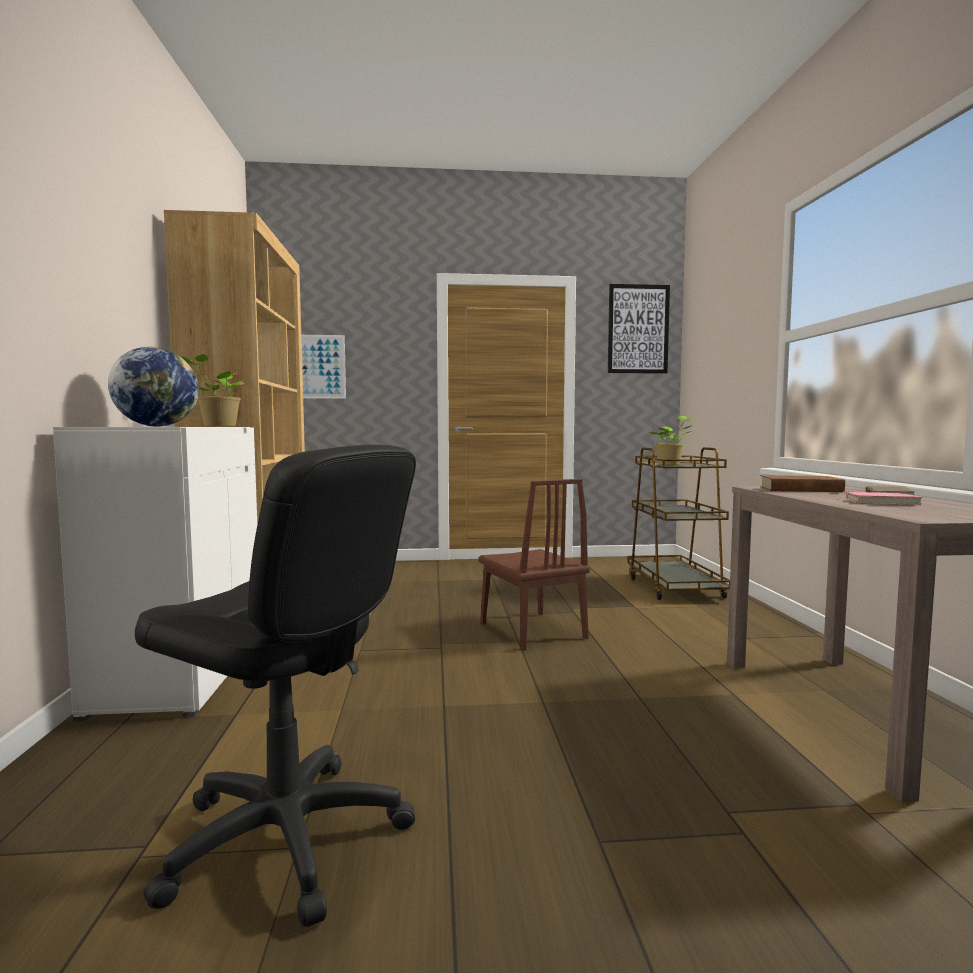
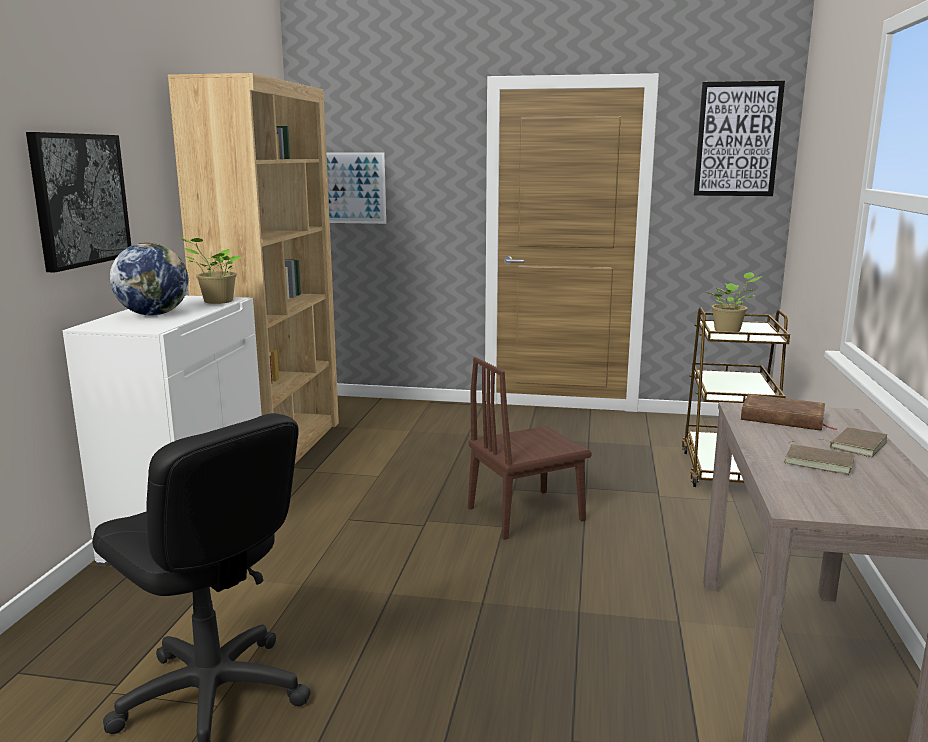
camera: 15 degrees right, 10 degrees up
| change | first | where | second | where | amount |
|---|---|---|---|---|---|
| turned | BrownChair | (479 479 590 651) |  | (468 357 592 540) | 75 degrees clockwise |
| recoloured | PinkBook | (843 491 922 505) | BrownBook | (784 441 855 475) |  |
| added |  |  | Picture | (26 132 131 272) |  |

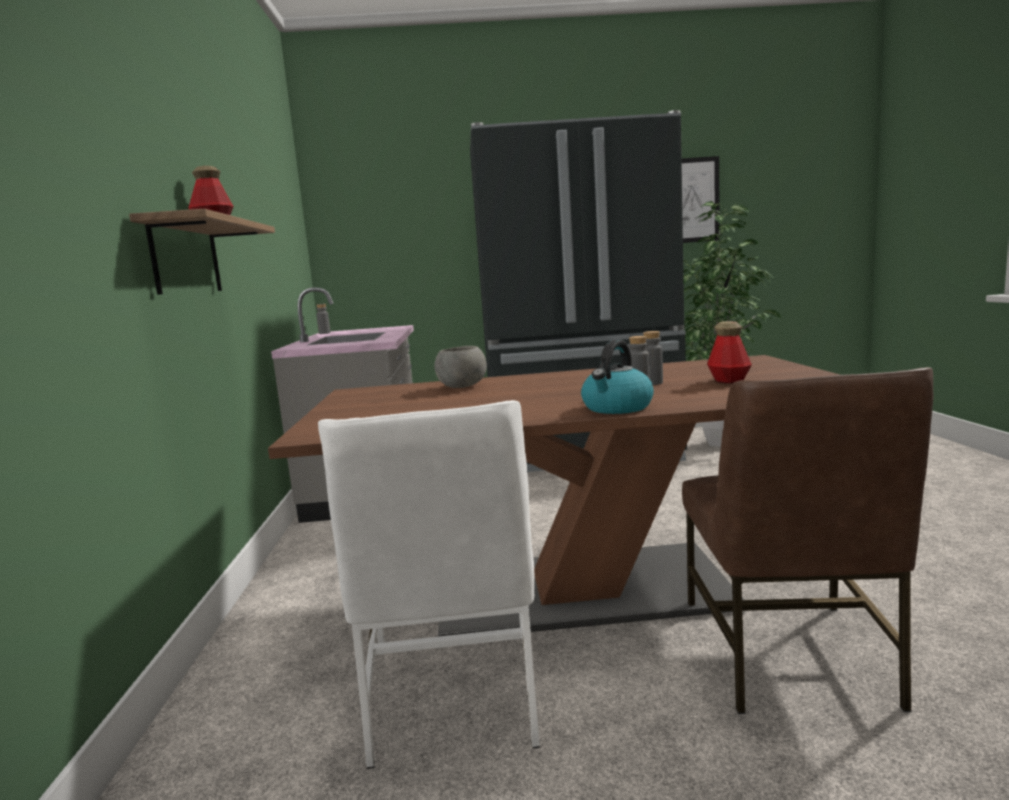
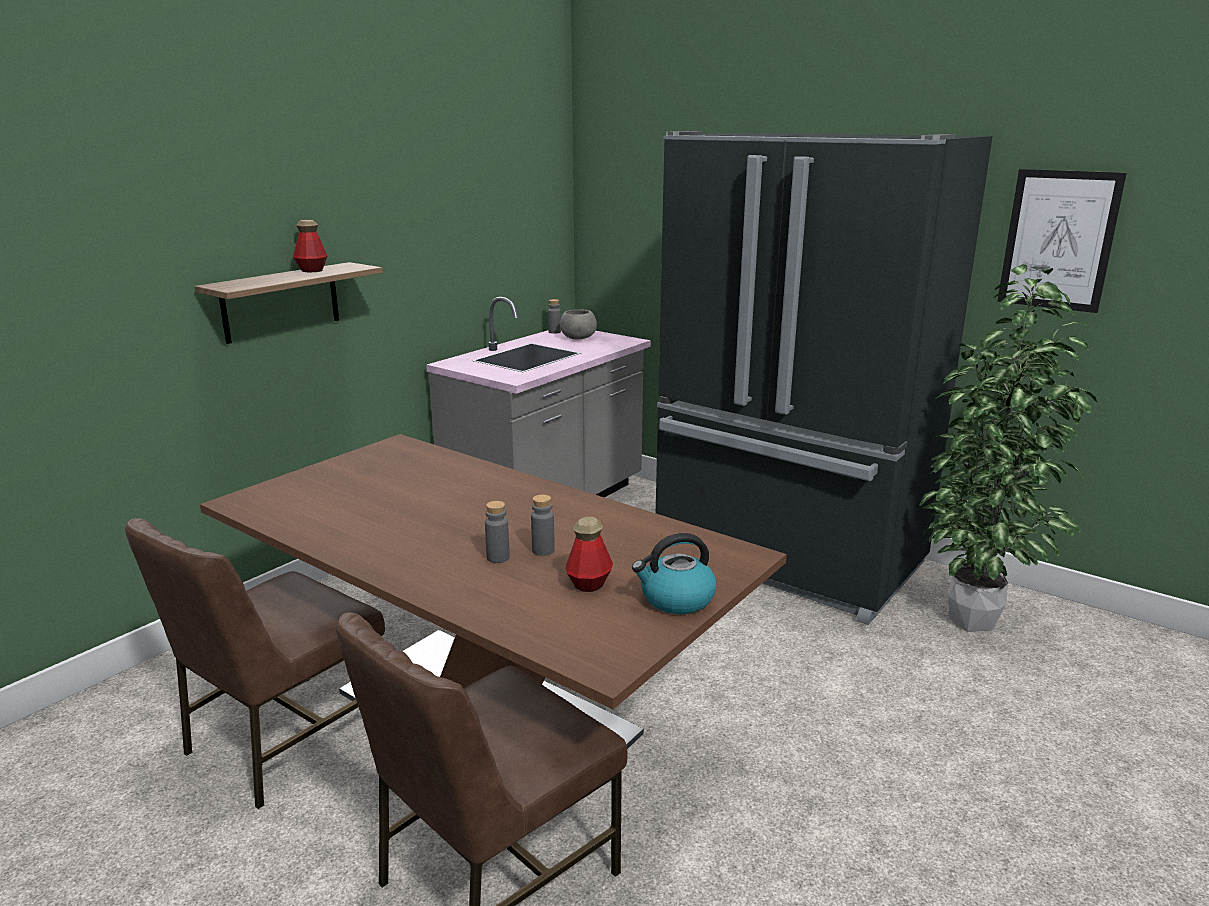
camera: 40 degrees right, 10 degrees up
| change | first | where | second | where | amount |
|---|---|---|---|---|---|
| recoloured | WhiteChair | (318 400 540 769) | BrownChair | (125 518 385 809) |  |
| moved | GreyBowl | (434 346 487 388) |  | (560 310 597 339) |  |
| moved | Kettle | (581 340 654 414) |  | (632 533 716 614) |  |

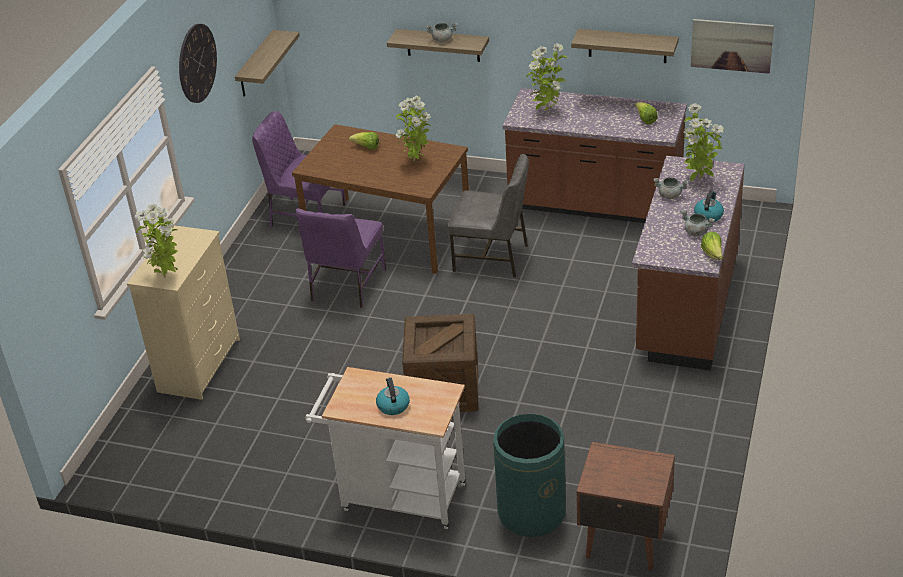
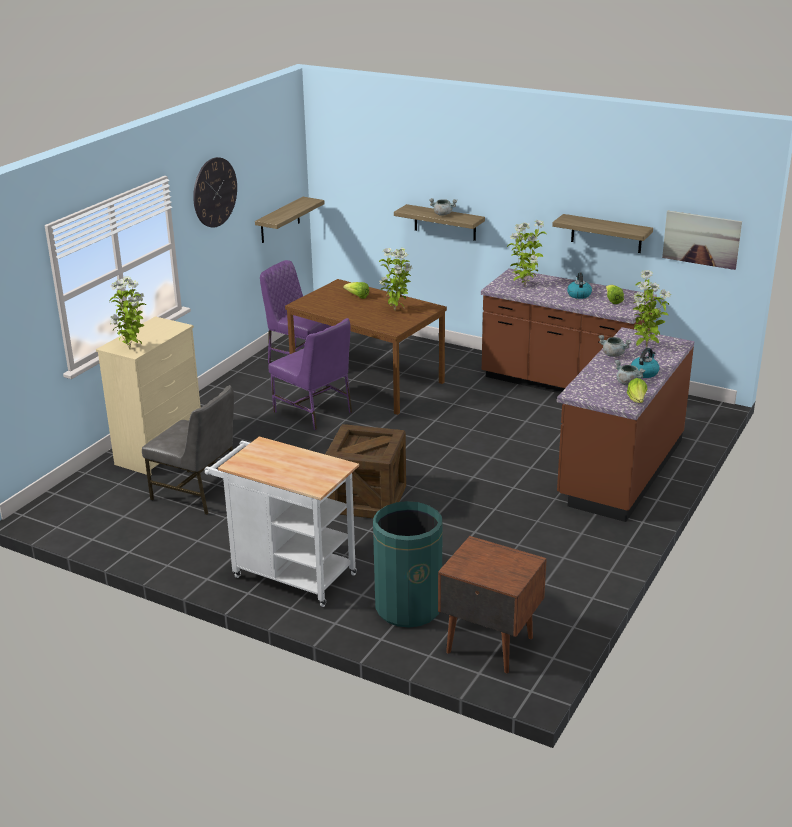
camera: 10 degrees right, 10 degrees down
| change | first | where | second | where | amount |
|---|---|---|---|---|---|
| turned | PurpleChair | (296 209 386 308) |  | (269 318 352 430) | 75 degrees counterclockwise |
| moved | Kettle | (376 378 410 415) |  | (567 272 592 299) |  |
| moved | GreyChair | (447 154 529 277) |  | (142 385 234 515) |  |

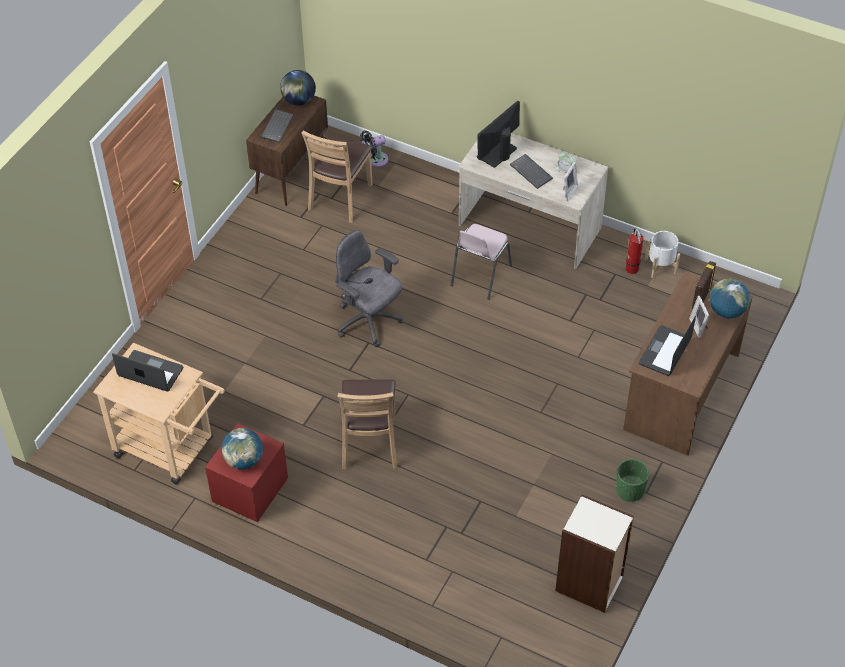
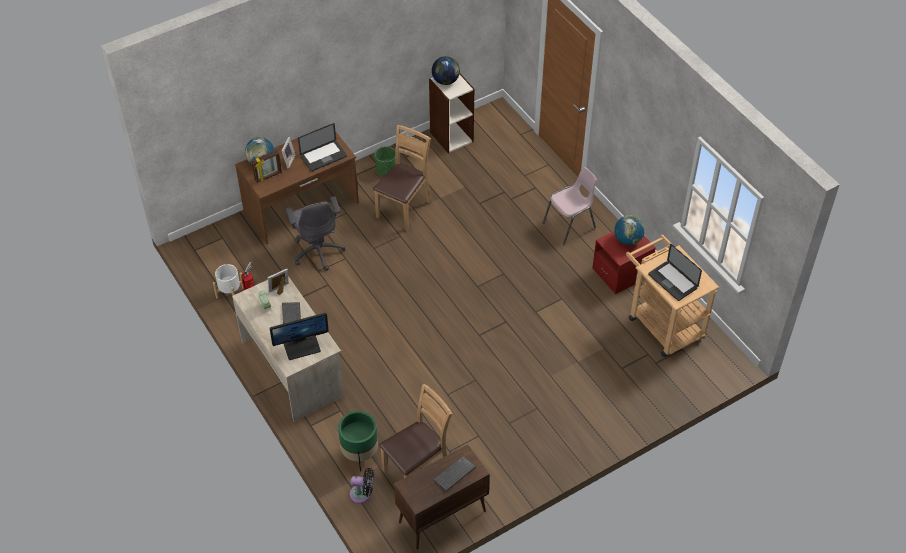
camera: 150 degrees left, 0 degrees up
| change | first | where | second | where | amount |
|---|---|---|---|---|---|
| moved | Globe | (280 70 316 106) |  | (432 56 460 85) |  |
| moved | GreyOfficeChair | (335 230 403 347) |  | (285 196 345 271) |  |
| moved | BrownChair | (337 379 397 470) |  | (373 125 432 230) |  |
| moved | PinkChair | (451 224 512 300) |  | (543 167 597 245) |  |
| added |  |  | GreenPlanter | (338 411 378 471) |  |

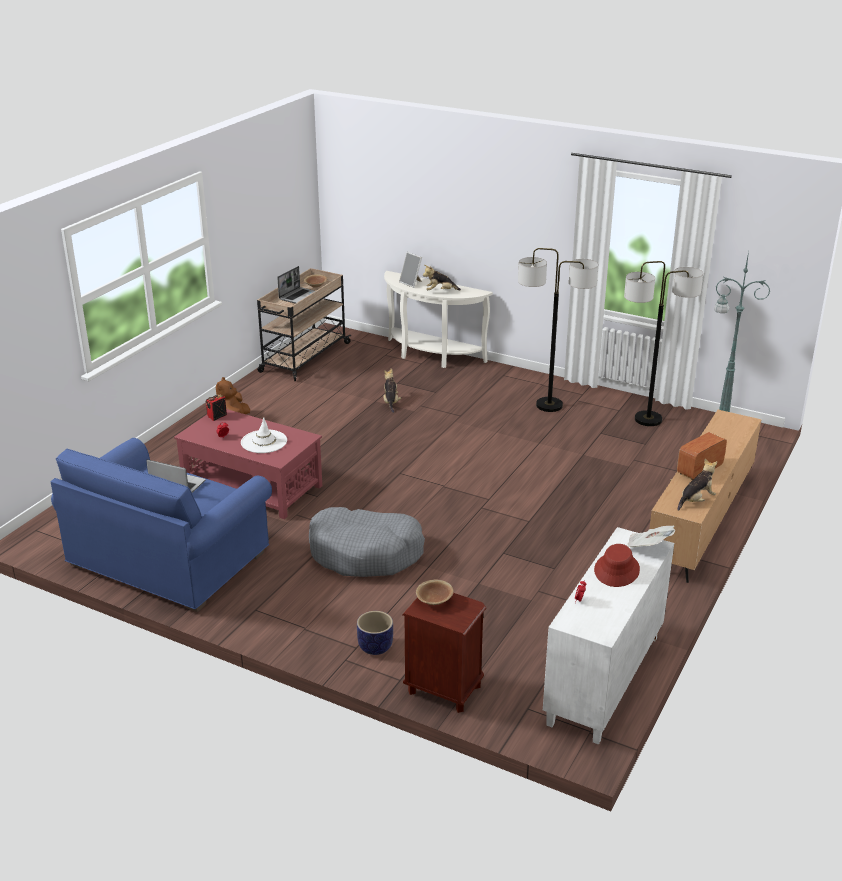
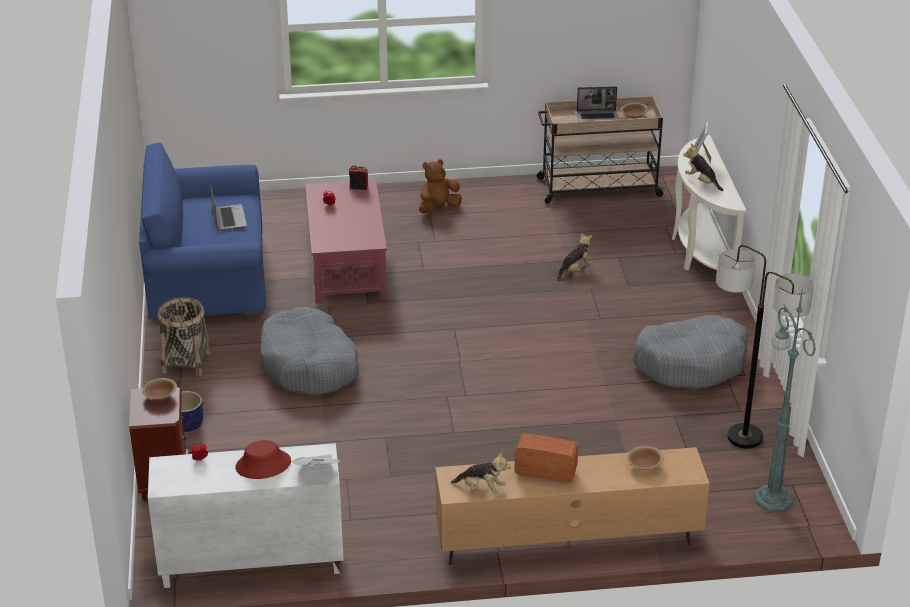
camera: 55 degrees right, 5 degrees up
| change | first | where | second | where | amount |
|---|---|---|---|---|---|
| removed | WhiteHat | (241 417 287 453) |  |  |  |
| replaced | FloorLamp | (518 248 598 412) | GreyDogBed | (633 315 748 389) |  |
| added |  |  | Basket | (158 297 211 376) |  |
| added |  |  | BrownBowl | (627 446 664 470) |  |

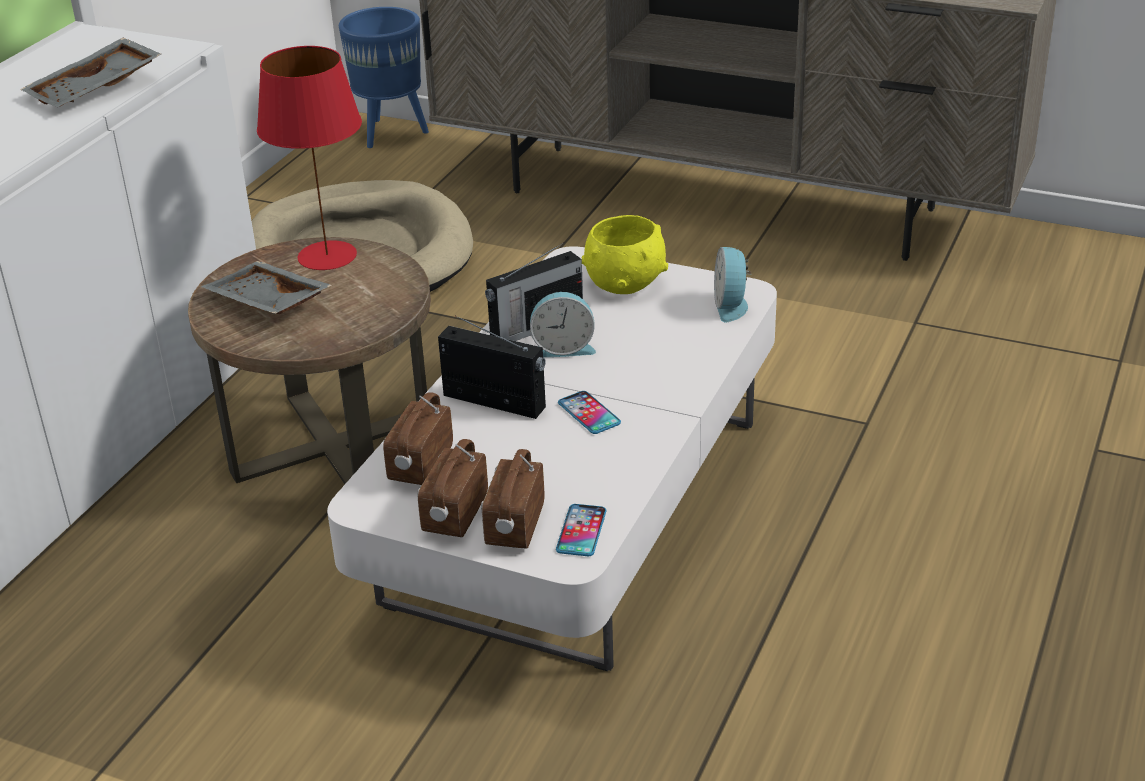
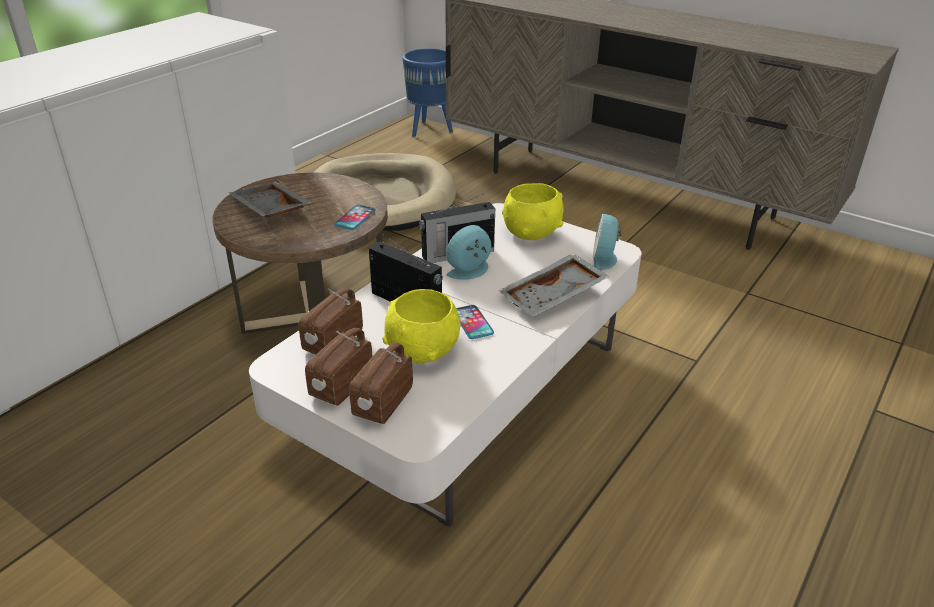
camera: 10 degrees right, 0 degrees up
| change | first | where | second | where | amount |
|---|---|---|---|---|---|
| moved | GreyTray | (20 38 161 107) |  | (499 253 610 317) |  |
| removed | RedTableLamp | (257 46 362 270) |  |  |  |
| turned | AlarmClock | (530 292 596 357) |  | (446 225 491 280) | 135 degrees clockwise |
| moved | Phone | (556 504 607 556) |  | (334 205 376 230) |  |
| added |  |  | YellowBowl | (383 289 461 363) |  |

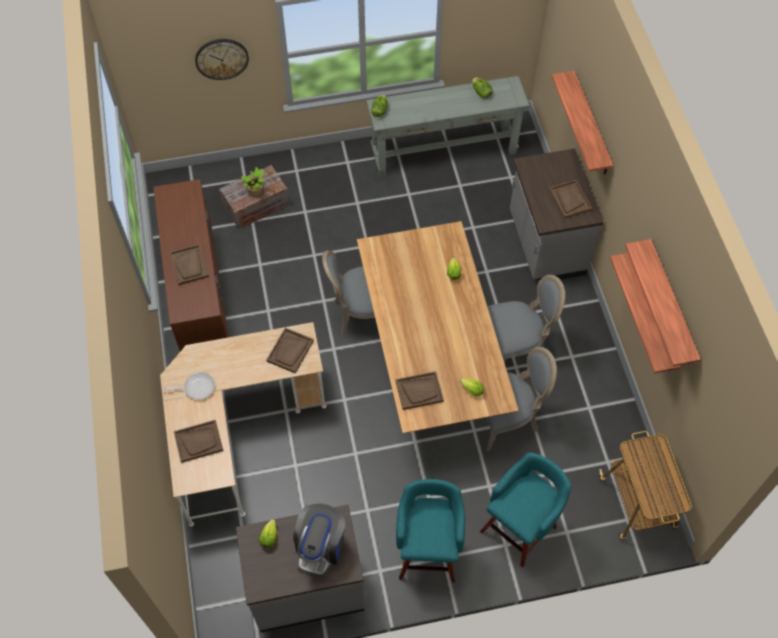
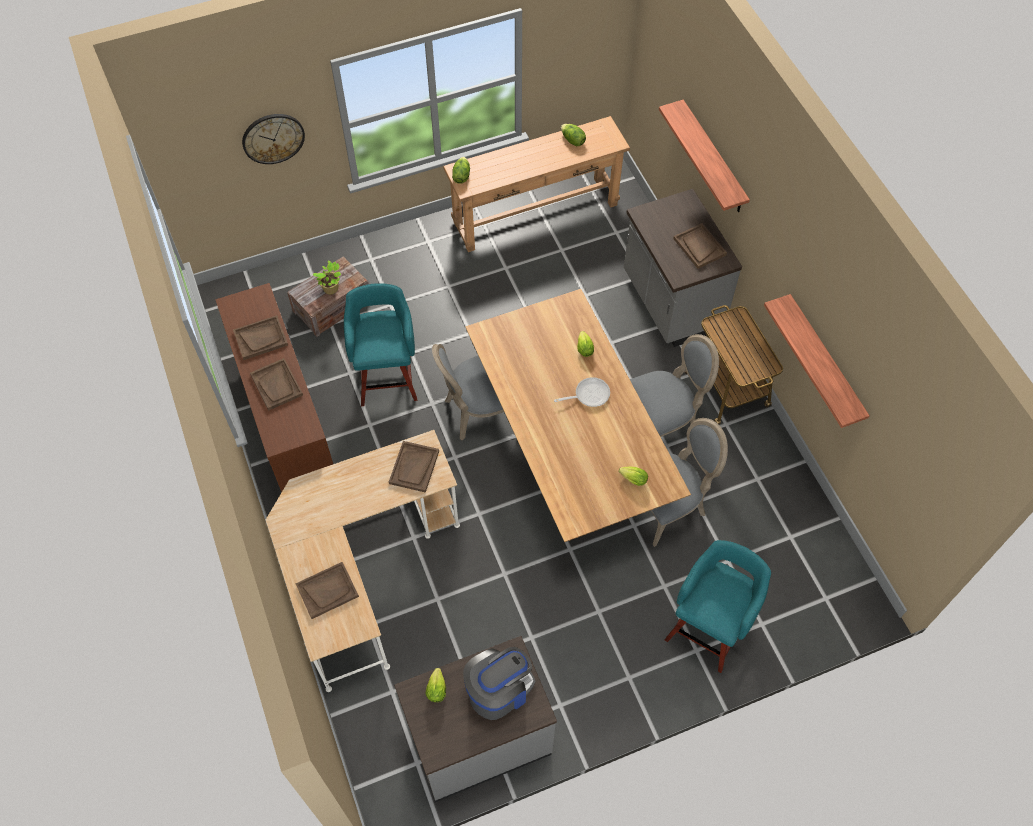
camera: 10 degrees left, 0 degrees up
| change | first | where | second | where | amount |
|---|---|---|---|---|---|
| moved | FryingPan | (162 372 215 400) |  | (554 377 610 407) |  |
| turned | CoffeeMachine | (293 504 345 576) |  | (463 647 536 720) | 135 degrees counterclockwise |
| recoloured | GreyConsoleTable | (366 76 530 176) | BrownConsoleTable | (443 116 630 252) |  |
| moved | BrownTray | (395 371 444 410) |  | (233 315 288 360) |  |
| moved | TurquoiseStool | (396 479 465 583) |  | (344 283 417 406) |  |
| moved | Cart | (599 431 692 540) |  | (685 305 783 425) |  |
| removed | Shelf | (625 239 701 367) |  |  |  |

